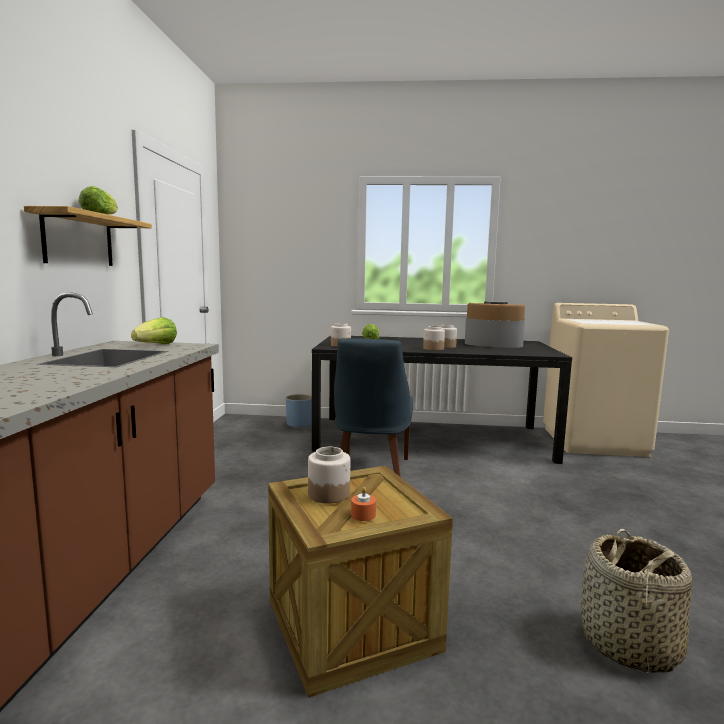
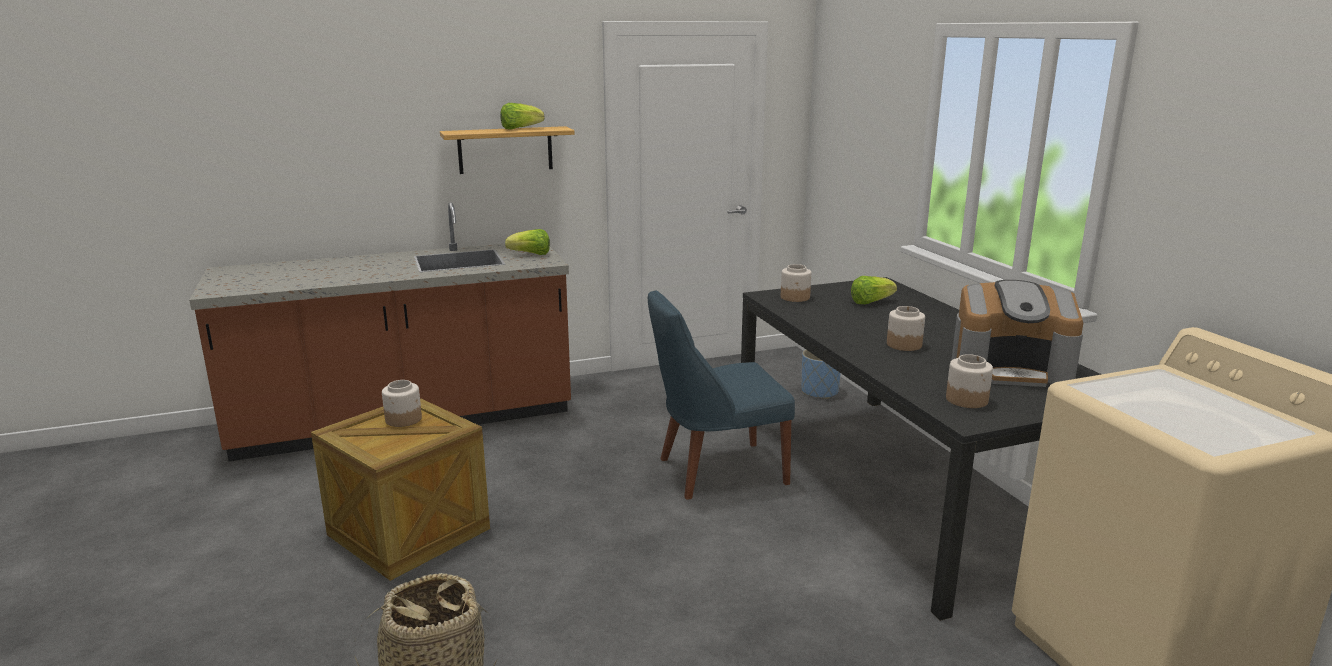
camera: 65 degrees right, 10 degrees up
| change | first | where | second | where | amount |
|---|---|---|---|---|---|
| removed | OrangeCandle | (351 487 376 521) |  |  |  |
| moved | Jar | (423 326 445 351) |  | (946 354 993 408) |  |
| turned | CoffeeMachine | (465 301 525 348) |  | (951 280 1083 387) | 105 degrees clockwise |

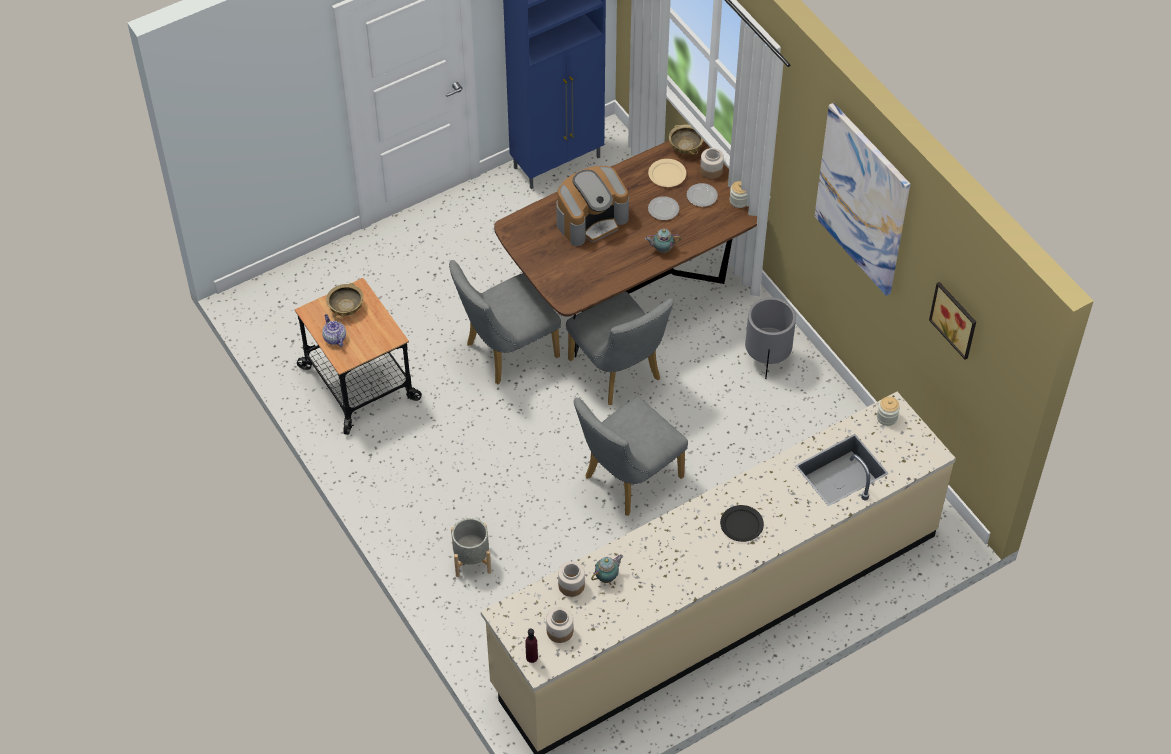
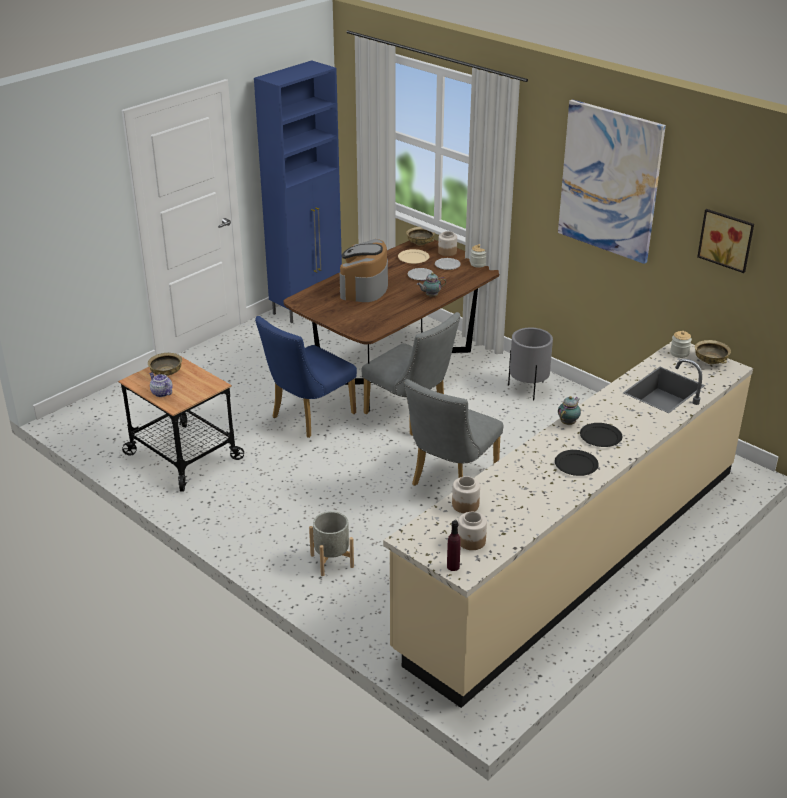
camera: 15 degrees left, 20 degrees down
| change | first | where | second | where | amount |
|---|---|---|---|---|---|
| recoloured | GreyChair | (449 260 561 384) | BlueChair | (255 316 357 438) |  |
| turned | CoffeeMachine | (556 166 629 246) |  | (339 239 388 302) | 150 degrees clockwise |
| moved | Teapot | (591 554 623 583) |  | (558 396 581 425) |  |
| added |  |  | BlackPlate | (555 450 599 476) |  |
| added |  |  | BeigeBowl | (695 340 731 364) |  |

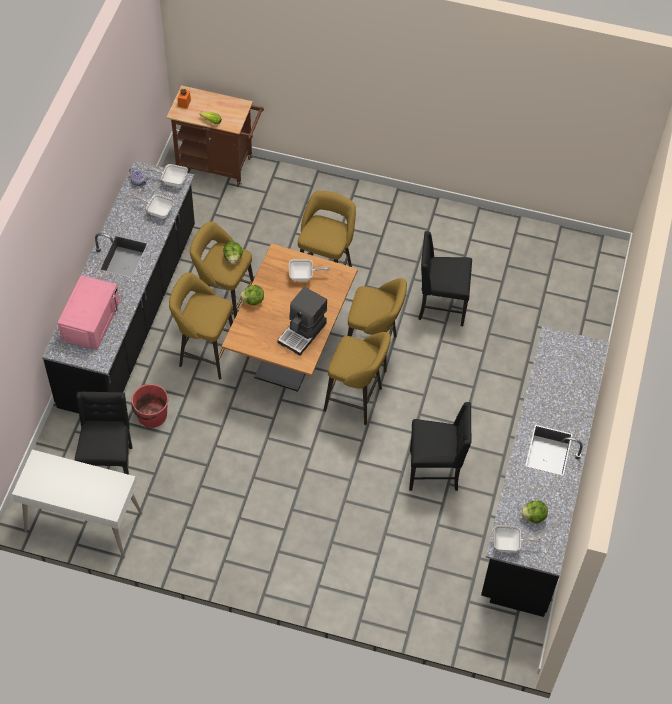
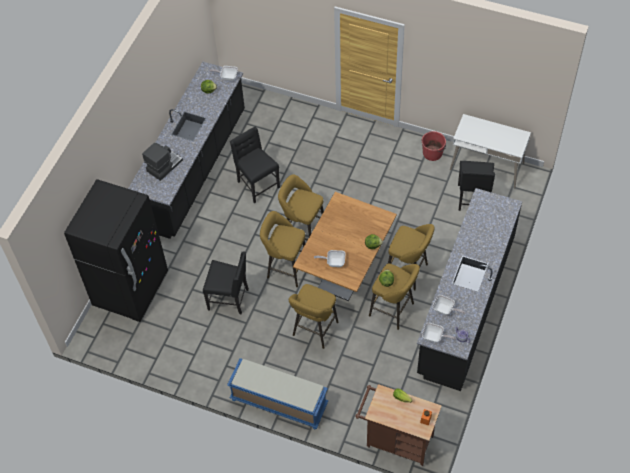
camera: 170 degrees left, 0 degrees up
| change | first | where | second | where | amount |
|---|---|---|---|---|---|
| removed | PinkMicrowave | (57 275 120 350) |  |  |  |
| moved | RedBucket | (132 384 168 428) |  | (422 131 446 161) |  |
| moved | CoffeeMachine | (277 287 327 356) |  | (142 143 183 181) |  |
| turned | BlackChair | (409 402 471 491) |  | (230 127 280 203) | 45 degrees clockwise |
| added |  |  | BlackFridge | (64 179 168 322) |  |
| added |  |  | BlueBench | (227 358 328 429) |  |

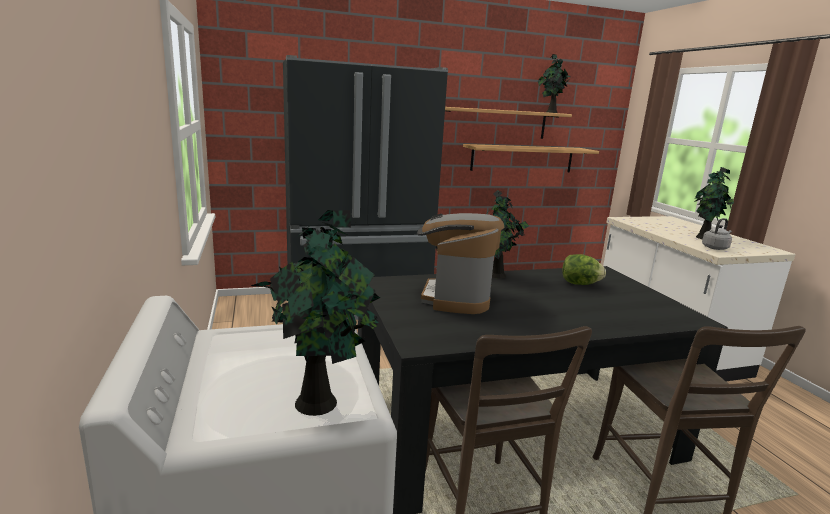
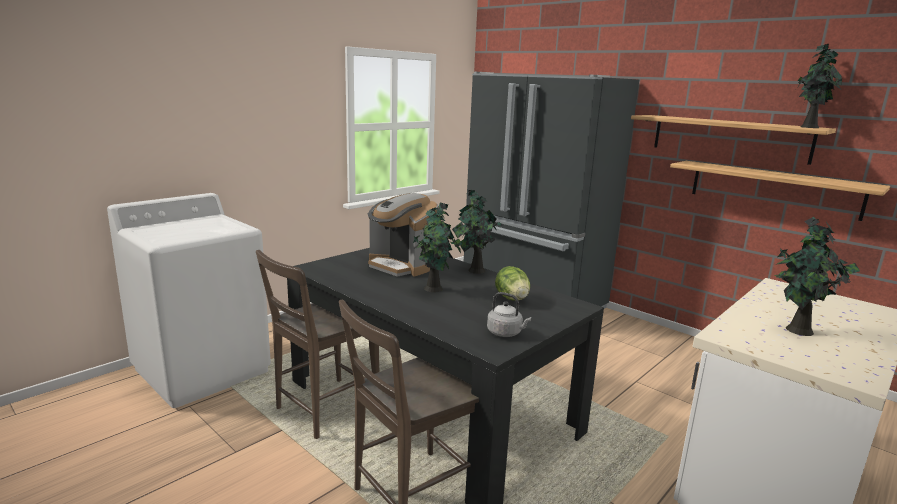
camera: 60 degrees right, 0 degrees up
| change | first | where | second | where | amount |
|---|---|---|---|---|---|
| moved | PottedPlant | (251 210 380 416) |  | (413 203 462 292) |  |
| turned | CoffeeMachine | (417 213 504 314) |  | (368 193 438 277) | 120 degrees counterclockwise |
| moved | GreyKettle | (702 218 732 250) |  | (487 292 531 337) |  |

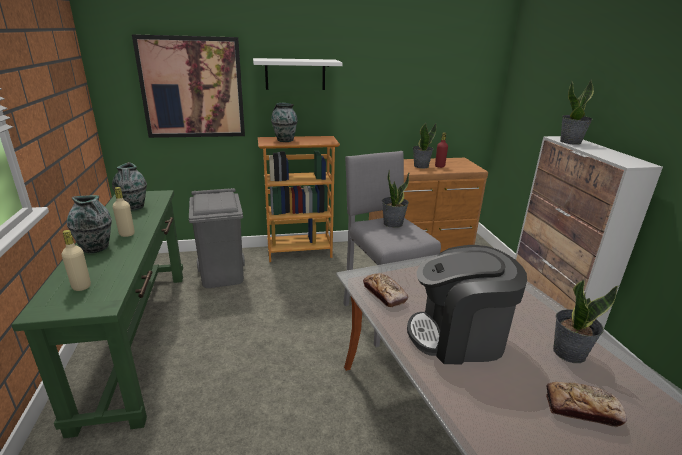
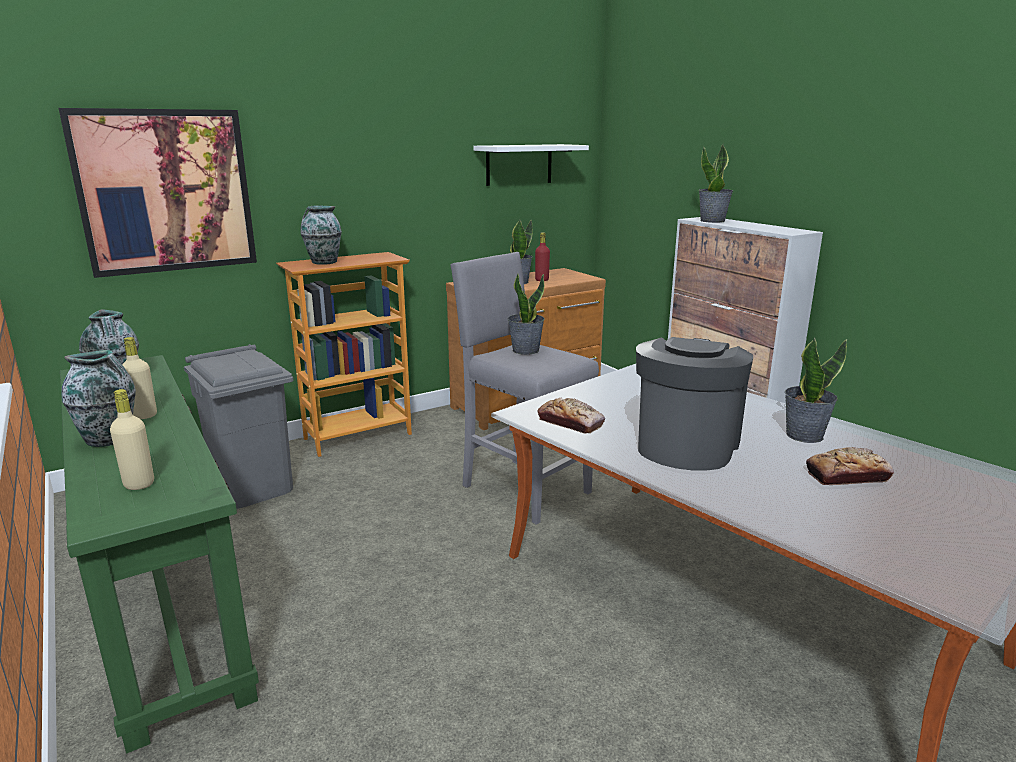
camera: 20 degrees left, 5 degrees down
| change | first | where | second | where | amount |
|---|---|---|---|---|---|
| moved | WhiteShelf | (253 58 343 90) |  | (473 144 589 186) |  |
| turned | CoffeeMachine | (407 245 527 364) |  | (636 337 753 470) | 135 degrees clockwise |

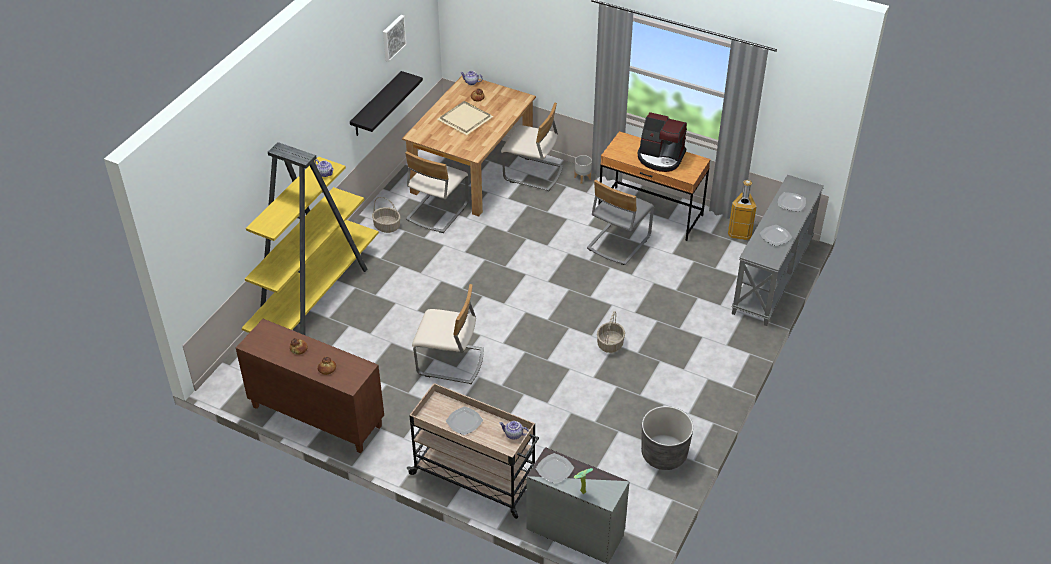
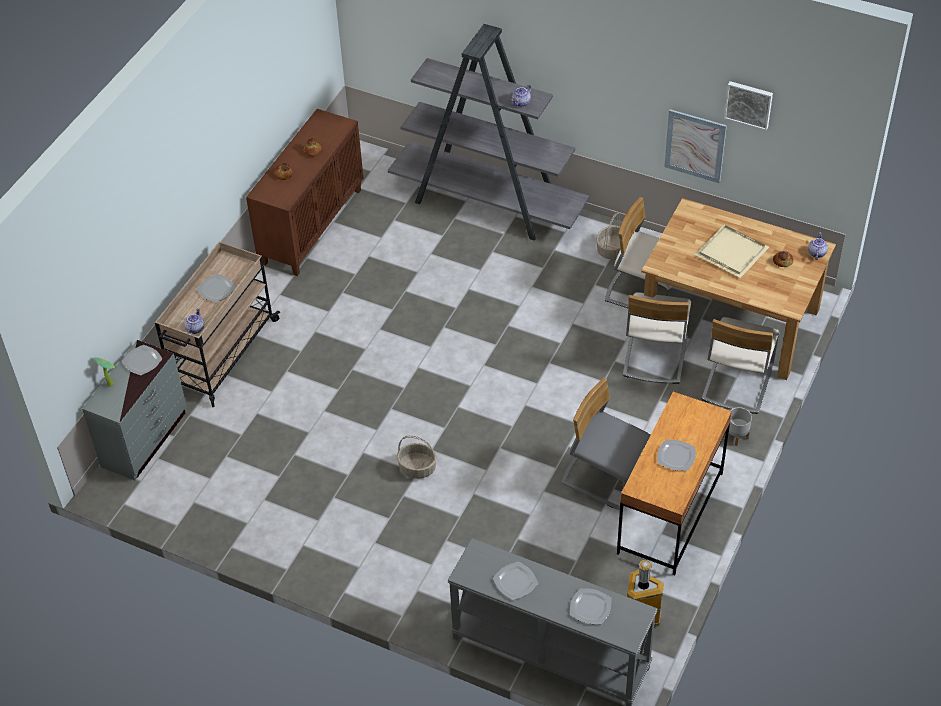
camera: 90 degrees right, 5 degrees up
| change | first | where | second | where | amount |
|---|---|---|---|---|---|
| recoloured | YellowBookcase | (242 142 379 335) | GreyBookcase | (388 24 589 241) |  |
| replaced | BlackShelf | (350 71 423 136) | Picture | (664 109 727 183) |  |
| moved | BeigeChair | (412 284 484 384) |  | (623 292 691 384) |  |
| replaced | CoffeeMachine | (638 112 687 172) | Plate | (657 440 696 471) |  |
| removed | GreyPlanter | (641 406 693 470) |  |  |  |

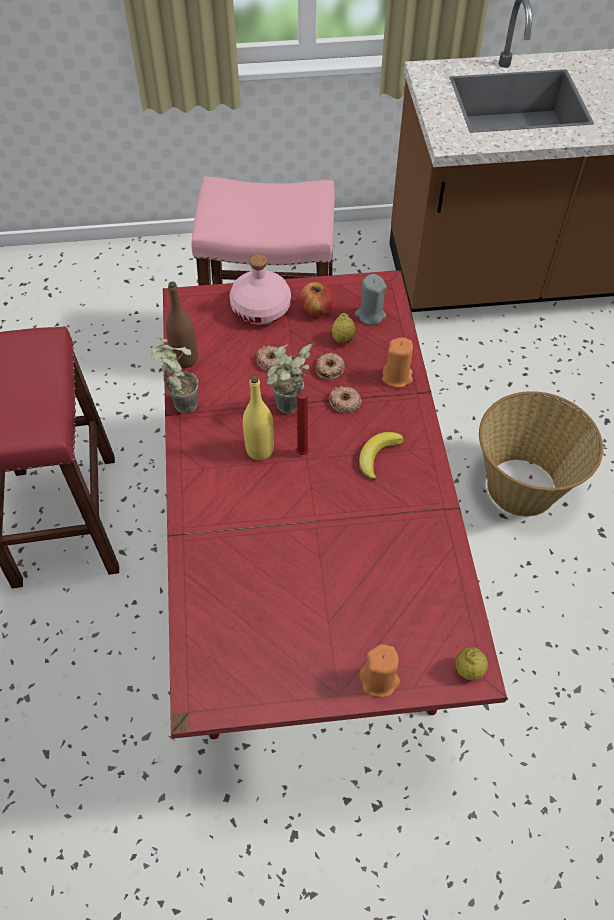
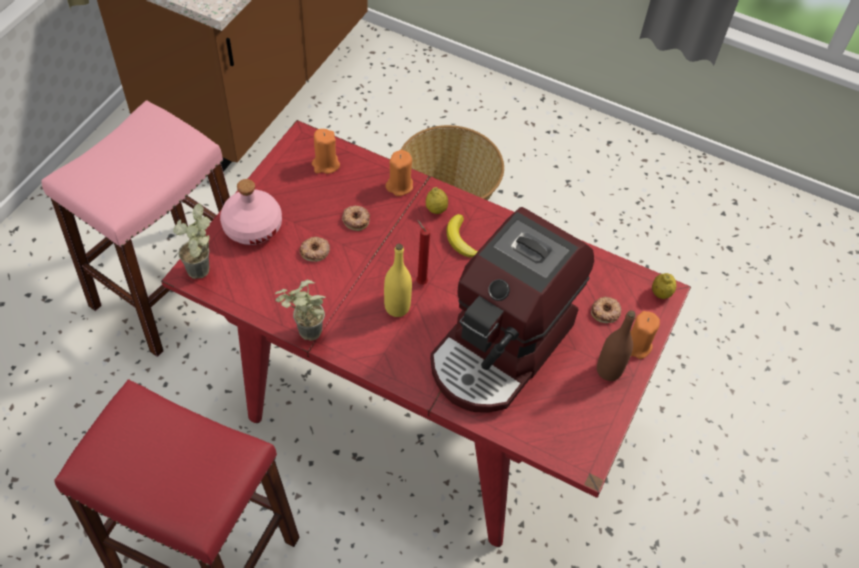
camera: 60 degrees left, 0 degrees up
| change | first | where | second | where | amount |
|---|---|---|---|---|---|
| moved | BrownBottle | (166 281 198 368) |  | (597 310 636 381) |  |
| moved | PottedPlant | (267 344 312 414) |  | (173 203 210 279) |  |
| removed | Apple | (300 282 333 316) |  |  |  |
| moved | Donut | (329 386 362 413) |  | (591 297 621 323) |  |
| moved | Lemon | (332 313 356 344) |  | (426 187 448 214) |  |
| recoloured | GreyCandle | (355 274 387 325) | OrangeCandle | (312 129 340 174) |  |
| added |  |  | CoffeeMachine | (430 207 594 413) |  |

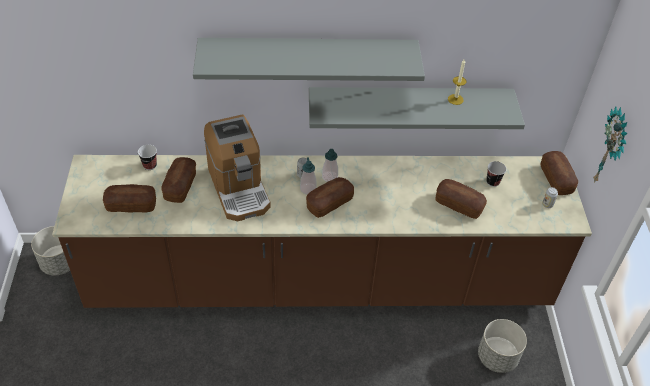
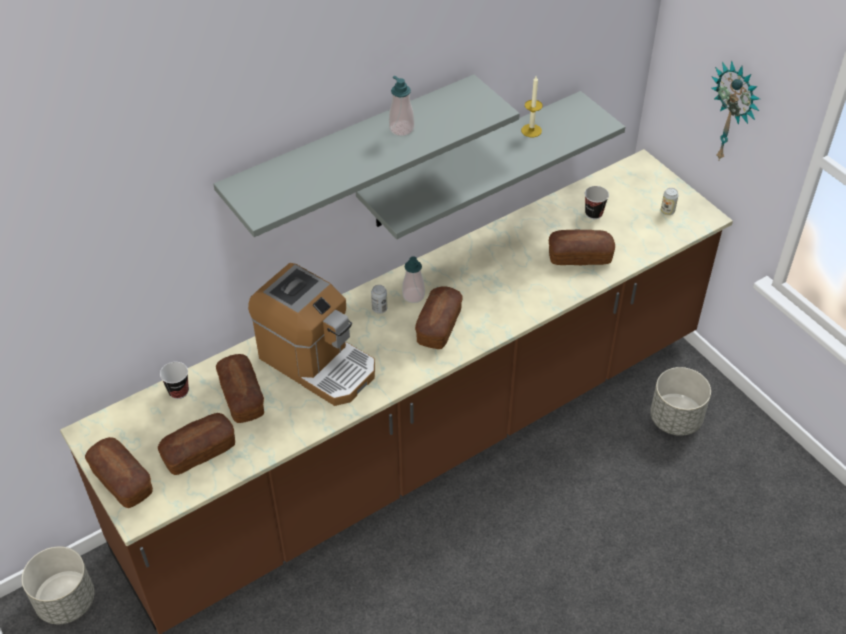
camera: 30 degrees left, 0 degrees up
| change | first | where | second | where | amount |
|---|---|---|---|---|---|
| moved | SoapDispenser | (300 157 317 195) |  | (389 76 414 136) |  |
| moved | Bread | (541 151 578 195) |  | (85 437 153 508) |  |

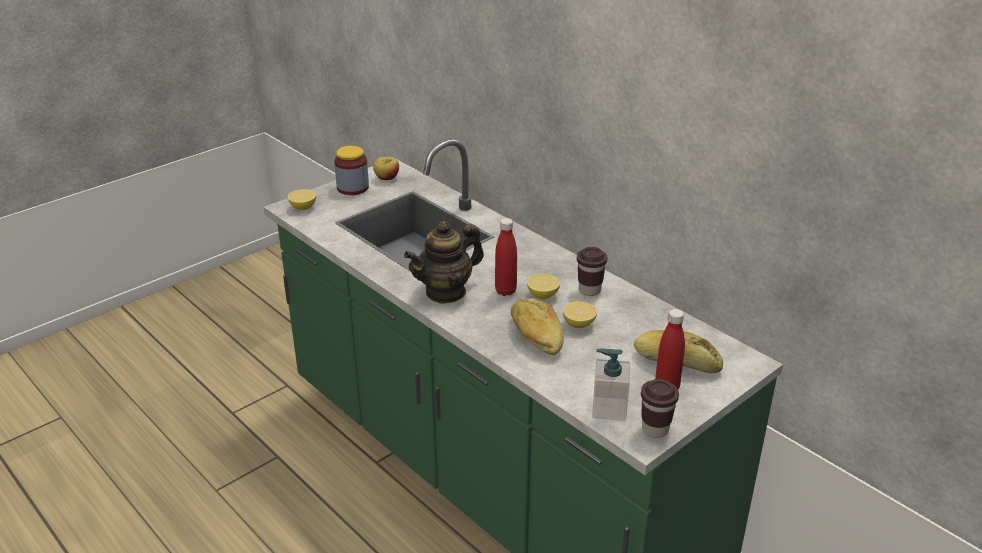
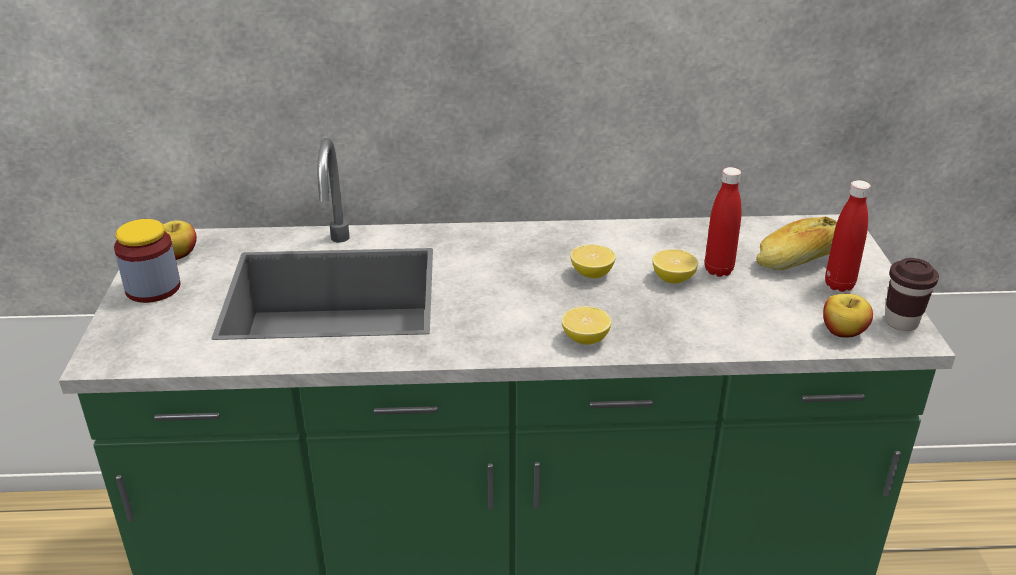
camera: 50 degrees left, 0 degrees up
| change | first | where | second | where | amount |
|---|---|---|---|---|---|
| moved | Lemon | (288 189 316 210) |  | (562 306 612 345) |  |
| removed | Teapot | (404 221 484 304) |  |  |  |
| moved | RedBottle | (495 218 517 296) |  | (705 167 741 277) |  |
| removed | Bread | (511 298 564 355) |  |  |  |
| removed | BrownCup | (577 247 607 296) |  |  |  |
| replaced | SoapDispenser | (592 349 630 421) | Apple | (823 294 873 338) |  |

